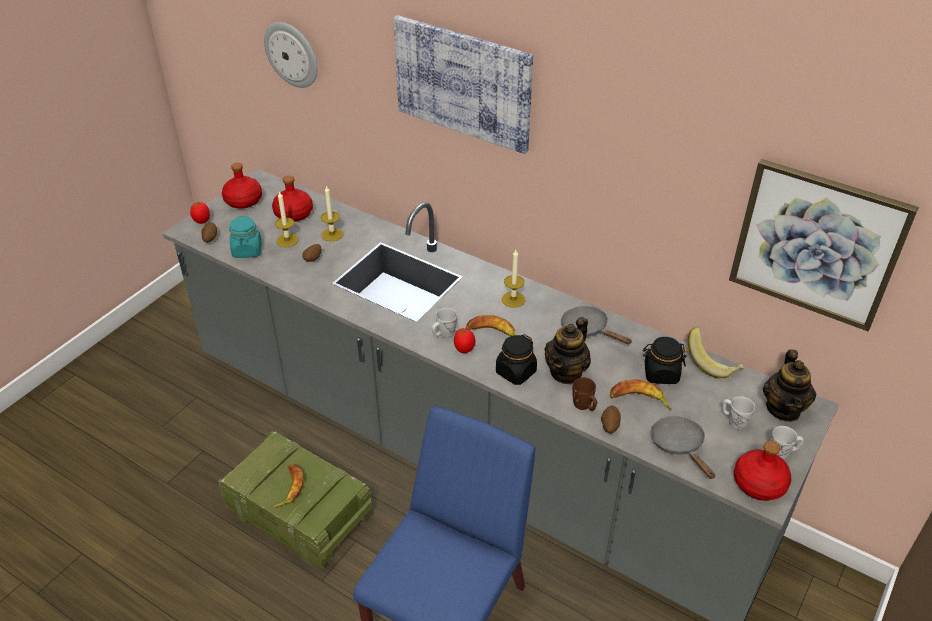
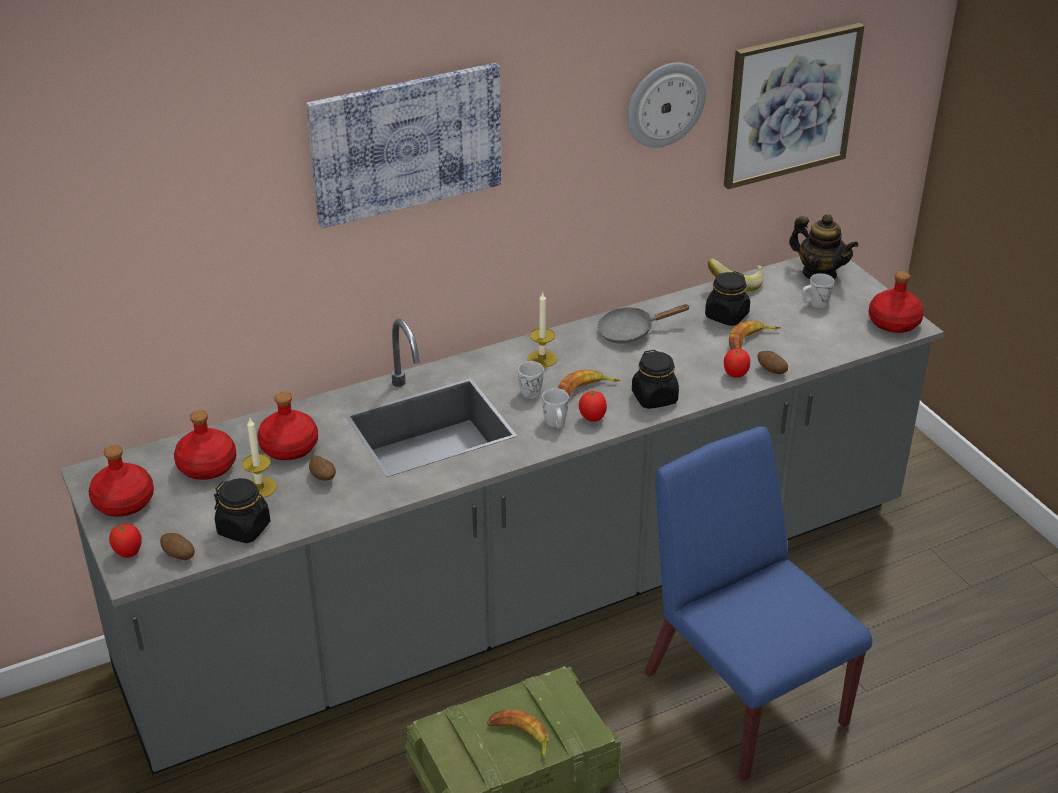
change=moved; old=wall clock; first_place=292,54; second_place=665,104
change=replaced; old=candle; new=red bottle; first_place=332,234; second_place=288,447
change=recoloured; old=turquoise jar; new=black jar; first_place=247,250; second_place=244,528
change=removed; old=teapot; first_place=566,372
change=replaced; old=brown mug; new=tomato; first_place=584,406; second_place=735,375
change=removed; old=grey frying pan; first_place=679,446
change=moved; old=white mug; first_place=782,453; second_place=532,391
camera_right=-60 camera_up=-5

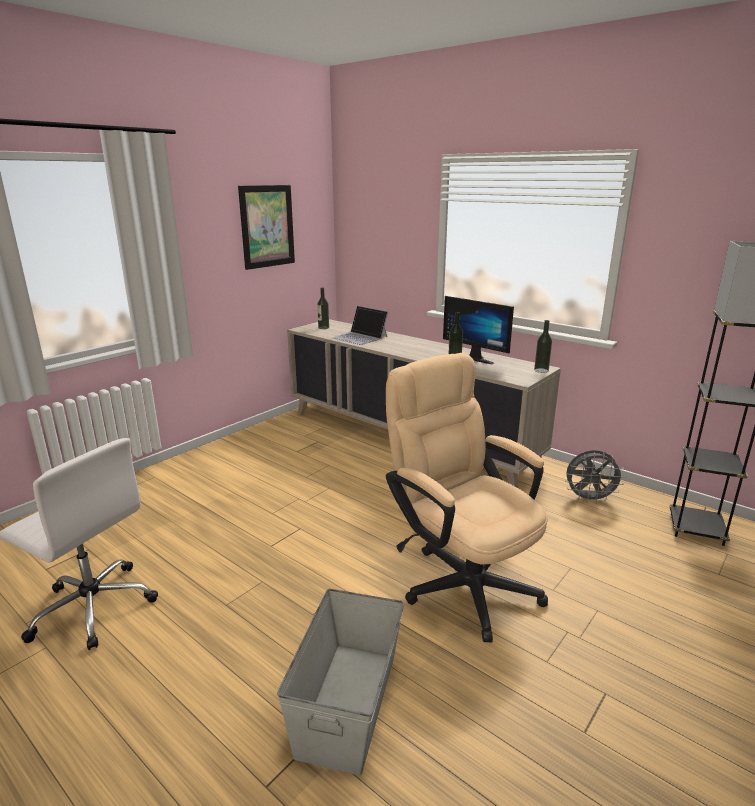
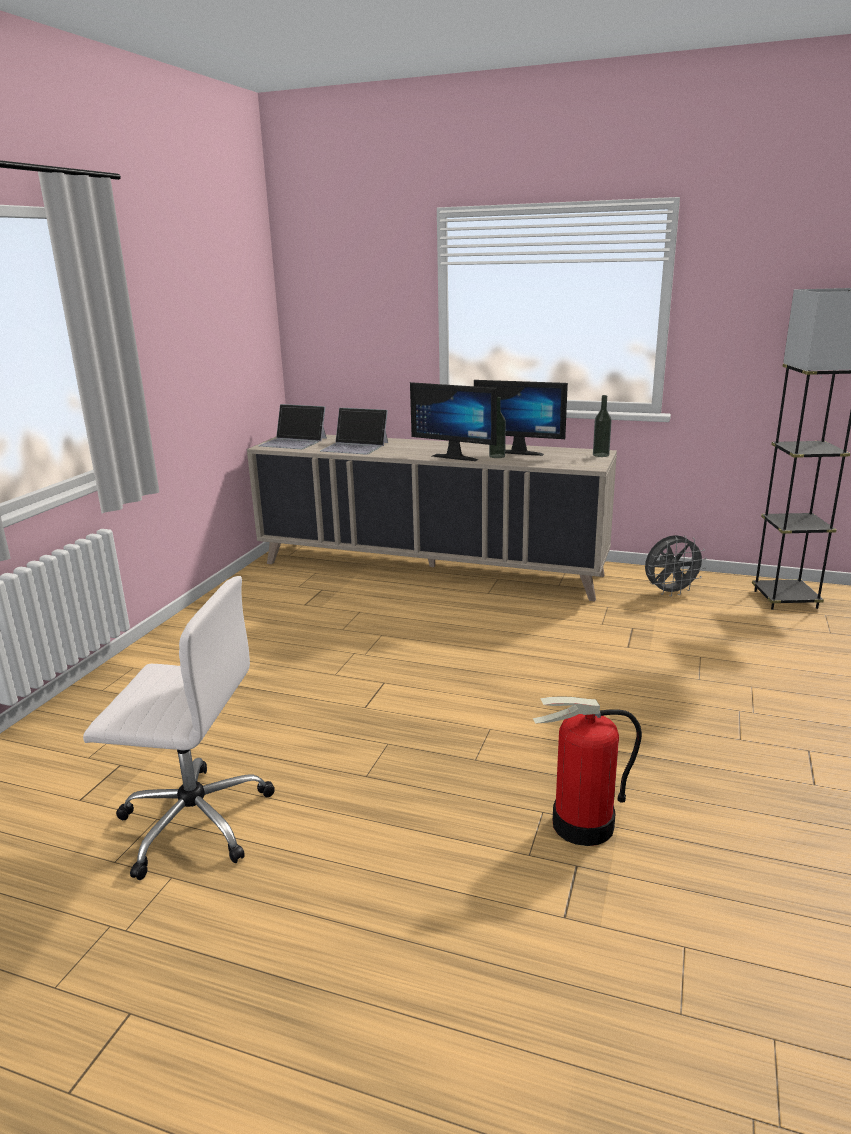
change=removed; old=picture; first_place=267,226
change=replaced; old=bottle; new=laptop; first_place=323,327; second_place=293,442
change=removed; old=beige office chair; first_place=461,580
change=replaced; old=grey storage box; new=fire extinguisher; first_place=347,703; second_place=582,825
change=added; new=monitor; second_place=457,456
camera_right=-20 camera_up=0

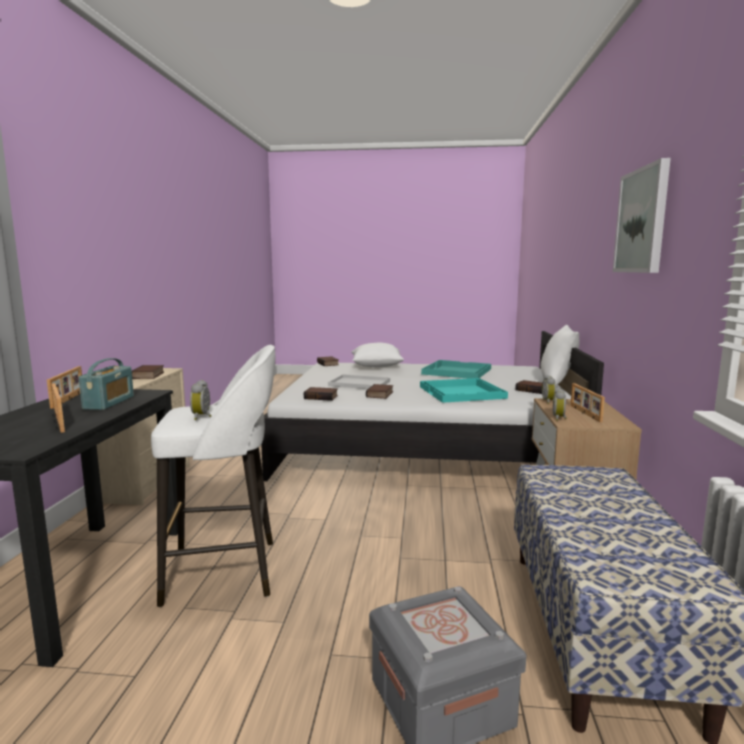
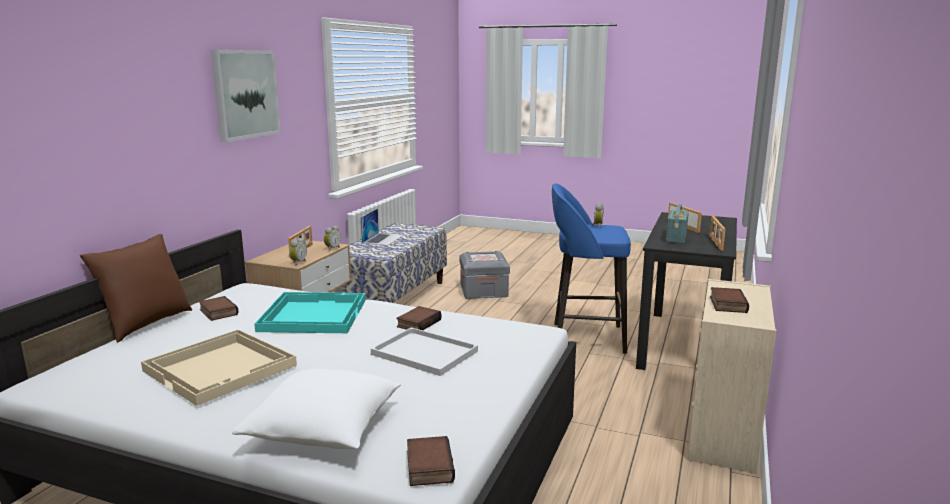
change=recoloured; old=white pillow; new=brown pillow; first_place=557,383; second_place=145,324
change=recoloured; old=white stool; new=blue stool; first_place=225,571; second_place=585,338
change=recoloured; old=turquoise tray; new=beige tray; first_place=456,371; second_place=222,368
change=removed; old=book; first_place=321,397
change=added; new=laptop; second_place=383,239
camera_right=-165 camera_up=5

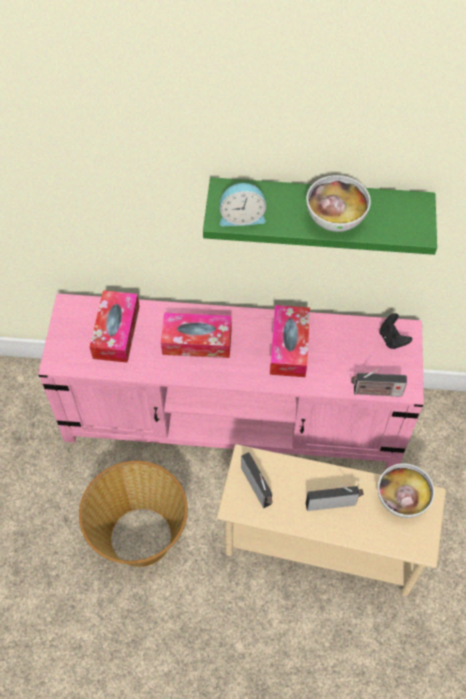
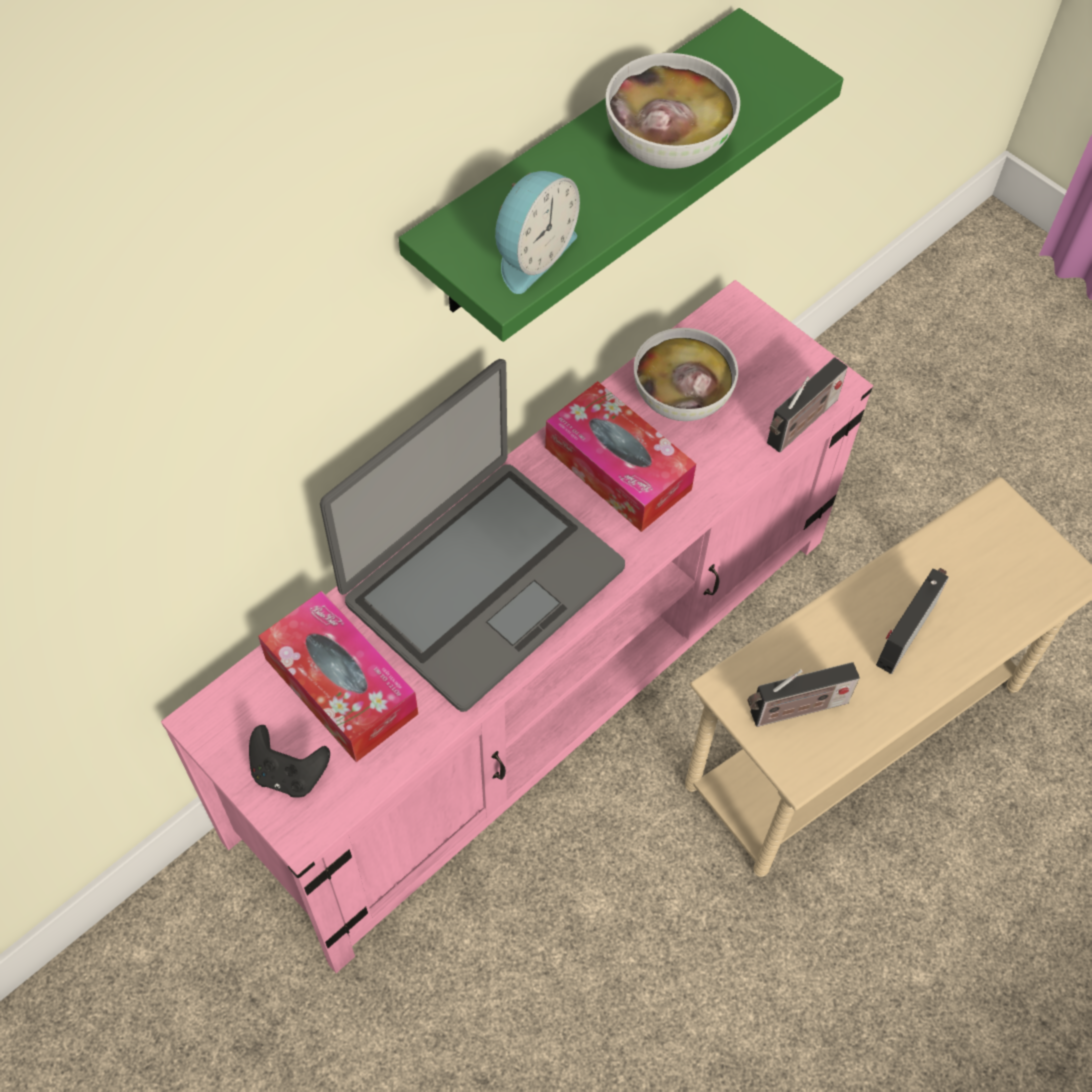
change=replaced; old=tissue box; new=laptop; first_place=197,341; second_place=481,582
change=moved; old=black game controller; first_place=392,338; second_place=289,773
change=turned; old=radio; first_place=257,487; second_place=795,710; degrees=150
change=removed; old=basket; first_place=140,536
change=moved; old=bowl; first_place=401,499; second_place=680,399
camera_right=-50 camera_up=0

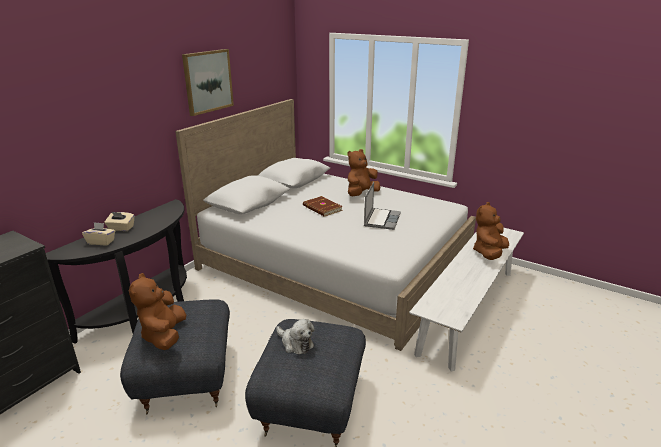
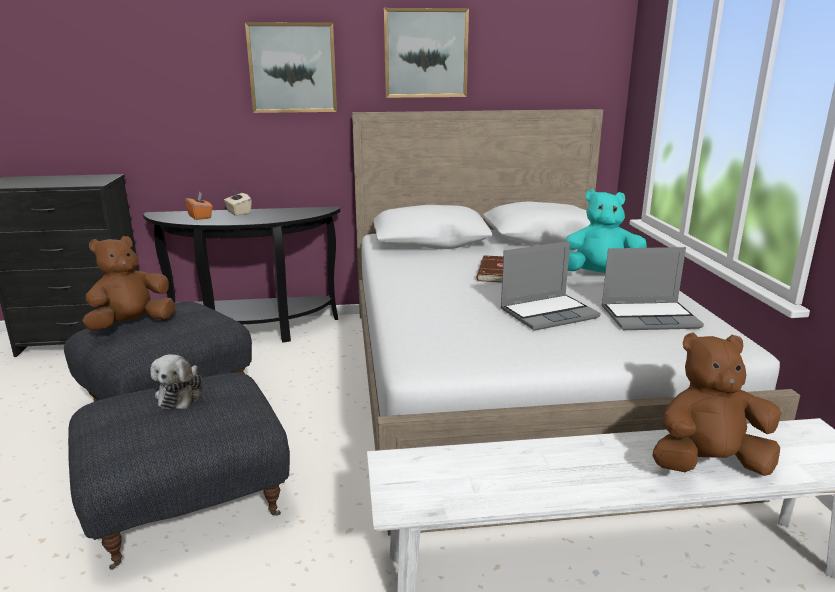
change=recoloured; old=brown plush toy; new=turquoise plush toy; first_place=361,194; second_place=599,277
change=recoloured; old=beige tissue box; new=orange tissue box; first_place=101,242; second_place=200,217
change=added; new=picture; second_place=292,68
change=added; new=laptop; second_place=650,317
camera_right=50 camera_up=-5

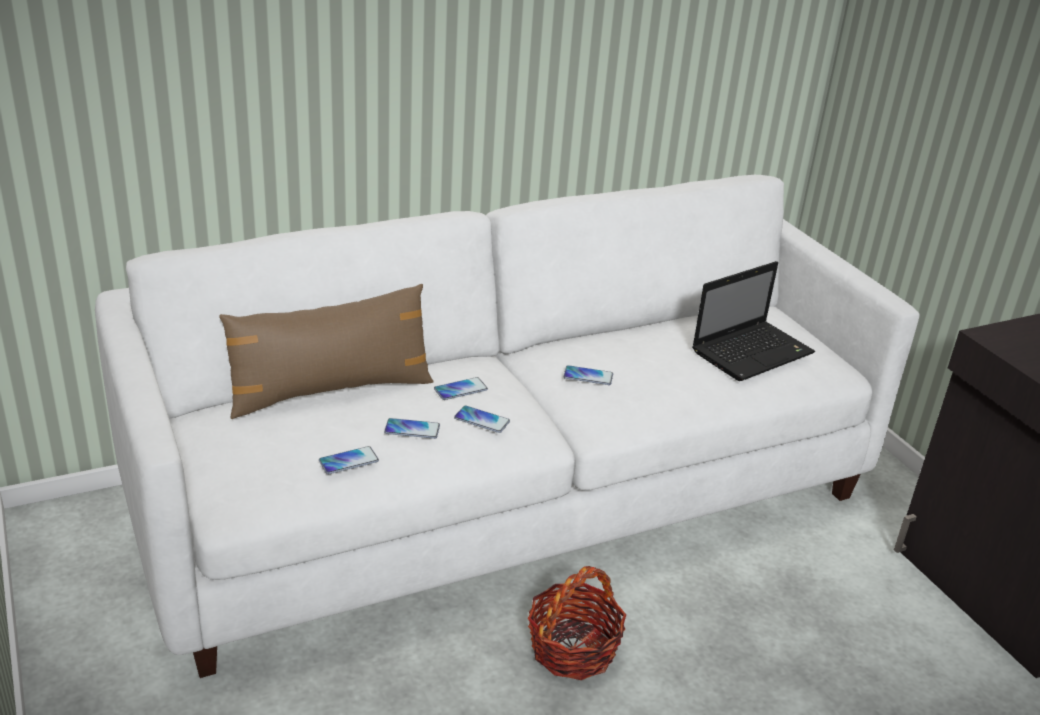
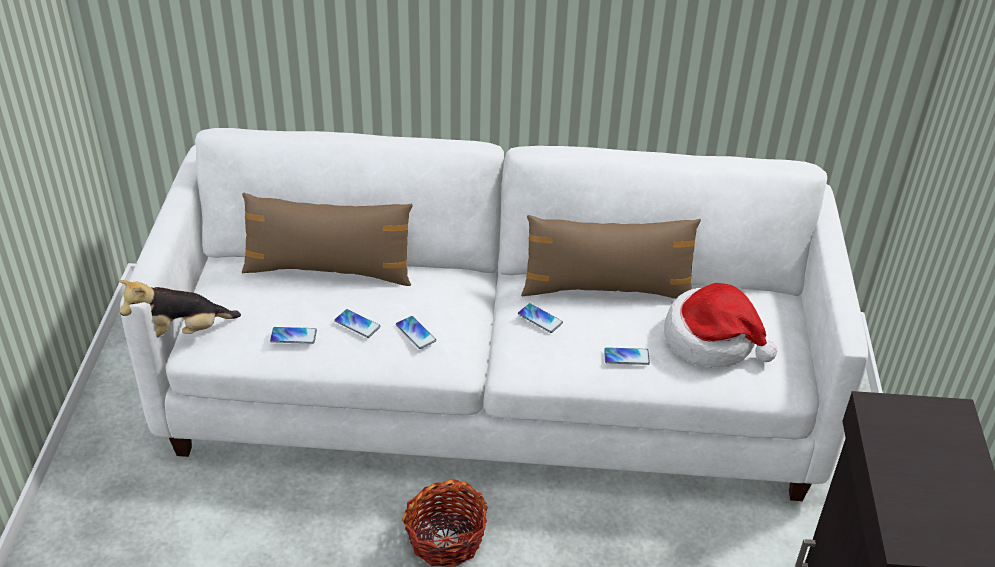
change=replaced; old=laptop; new=hat; first_place=753,352; second_place=712,340
change=moved; old=phone; first_place=460,389; second_place=626,357
change=added; new=brown pillow; second_place=606,288
change=added; new=plush toy; second_place=182,334
camera_right=30 camera_up=10

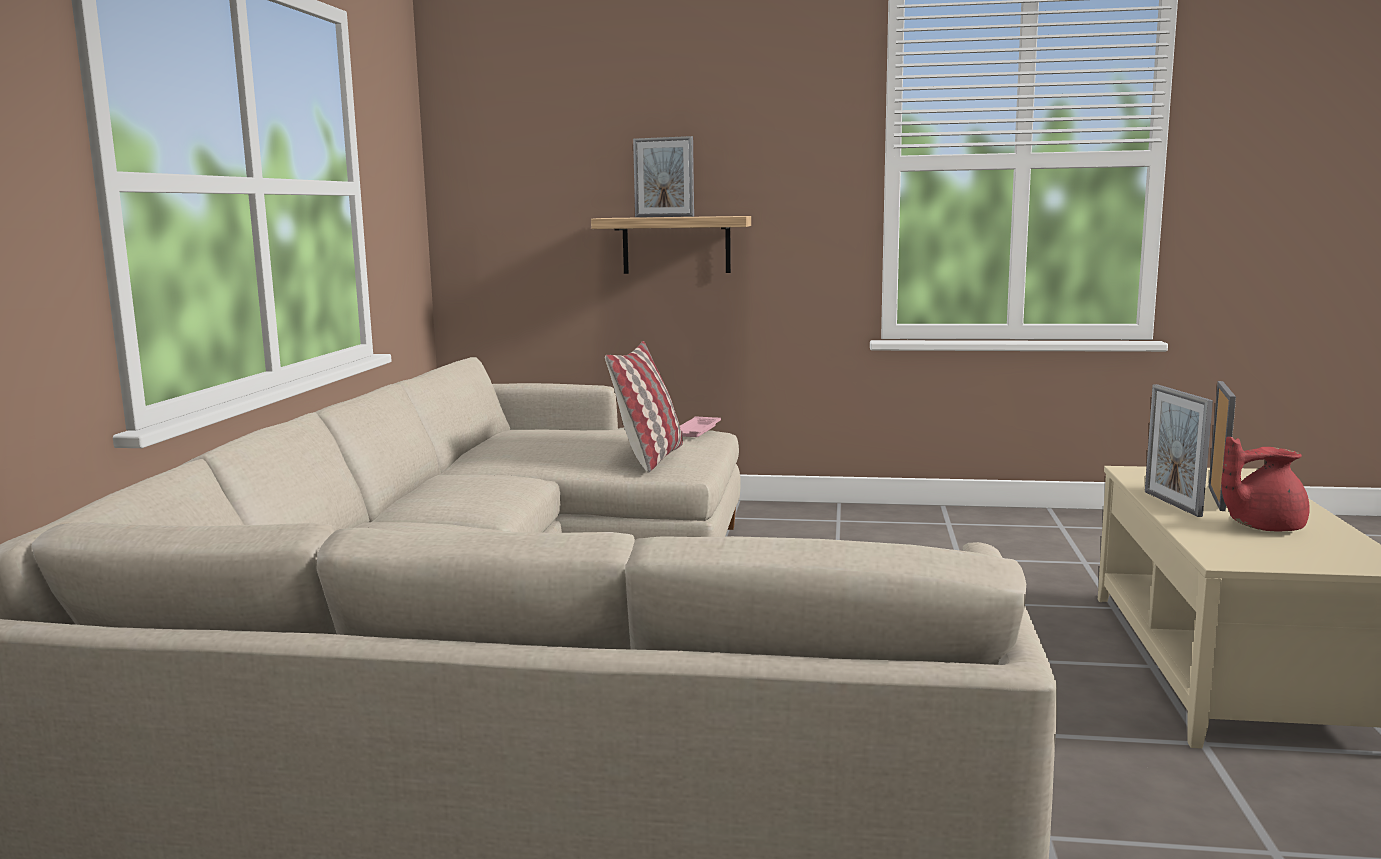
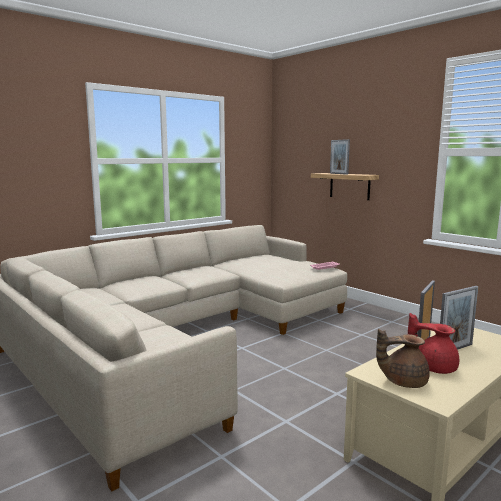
change=removed; old=pillow; first_place=650,458
change=added; new=brown teapot; second_place=403,381
camera_right=40 camera_up=0

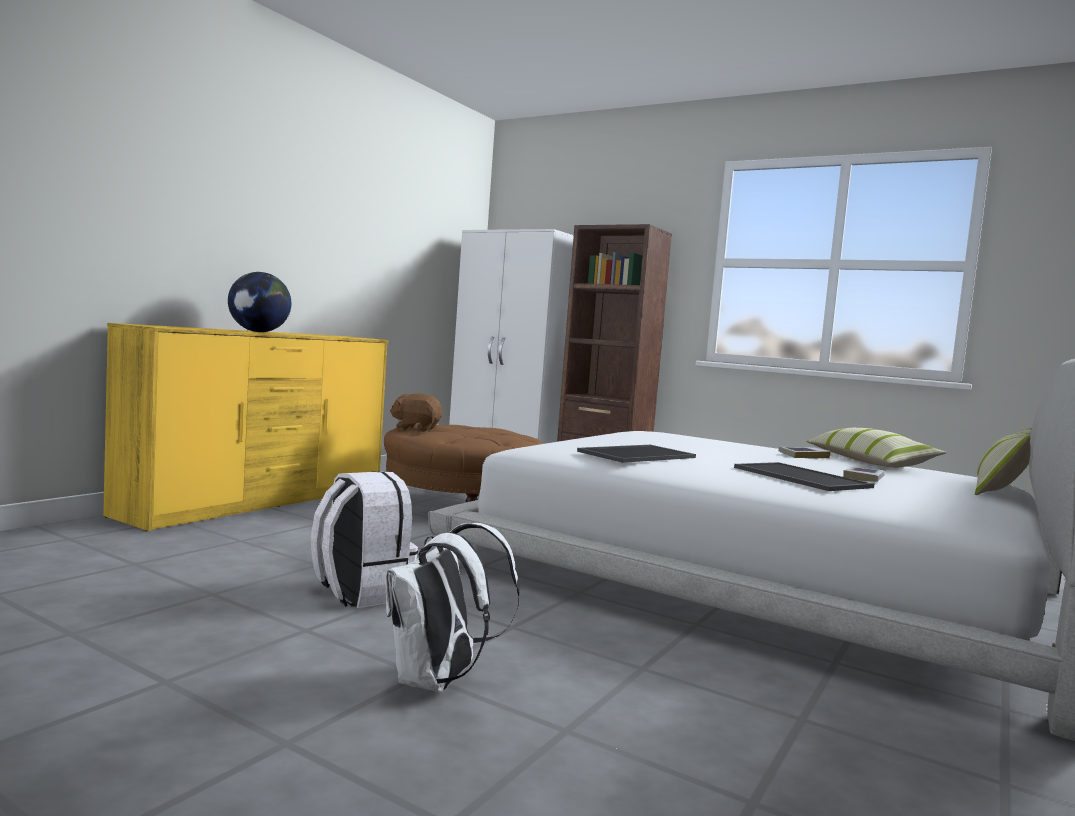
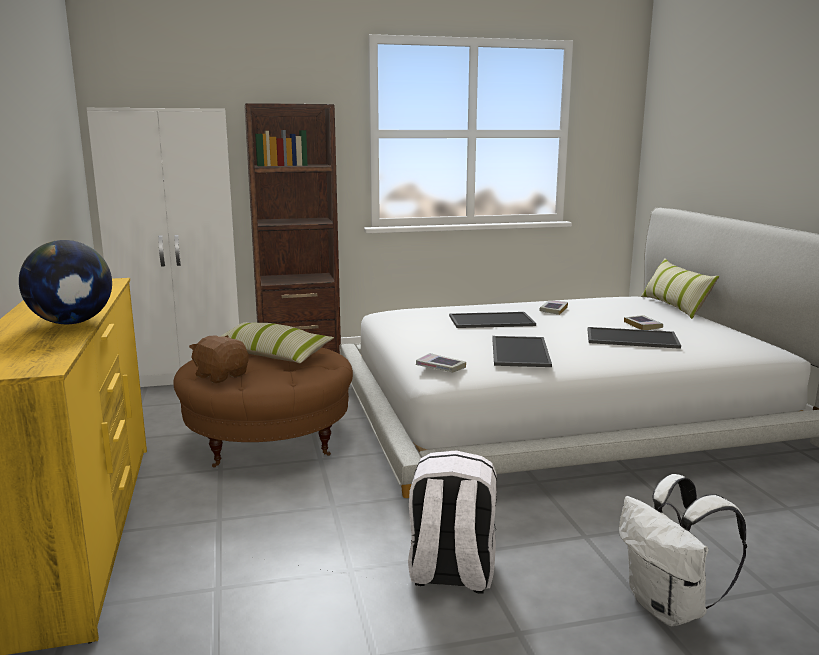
change=turned; old=brown plush toy; first_place=416,429; second_place=221,376; degrees=75
change=moved; old=pillow; first_place=869,462; second_place=271,355
change=added; new=tray; second_place=491,321
change=added; new=book; second_place=440,367
camera_right=-45 camera_up=10

